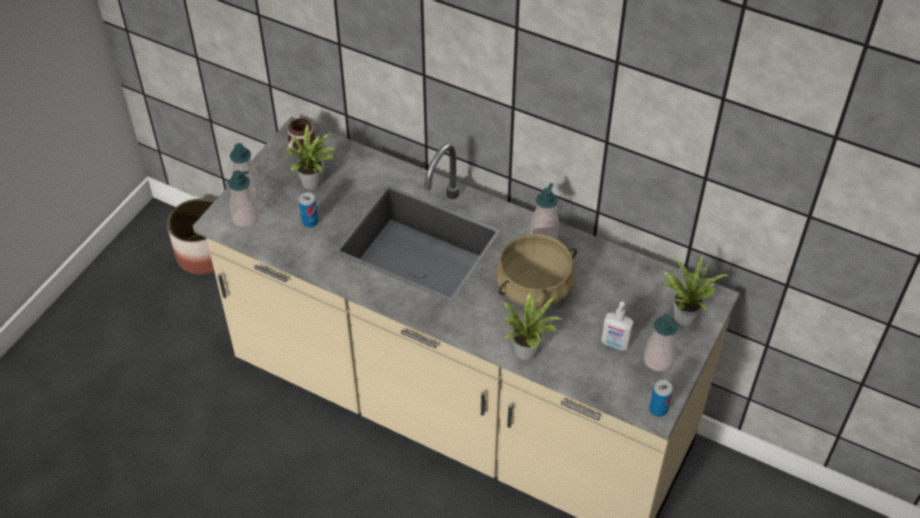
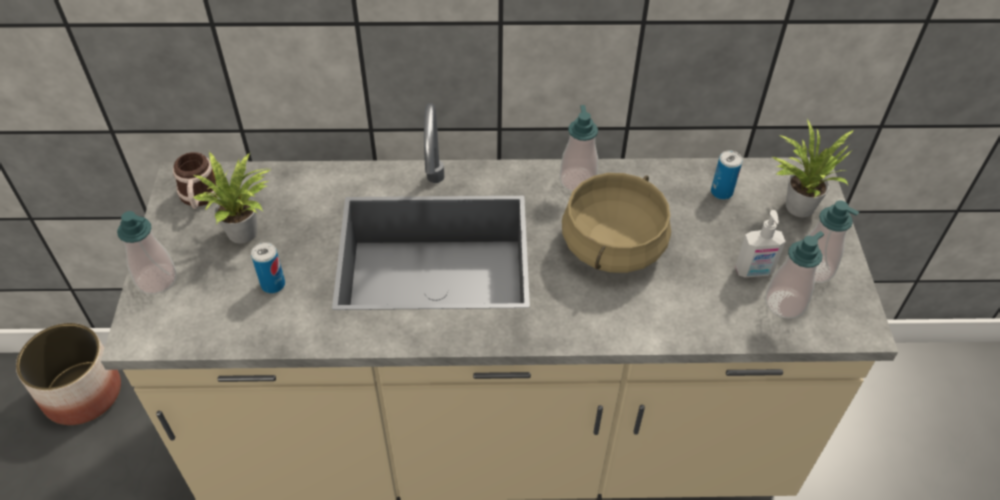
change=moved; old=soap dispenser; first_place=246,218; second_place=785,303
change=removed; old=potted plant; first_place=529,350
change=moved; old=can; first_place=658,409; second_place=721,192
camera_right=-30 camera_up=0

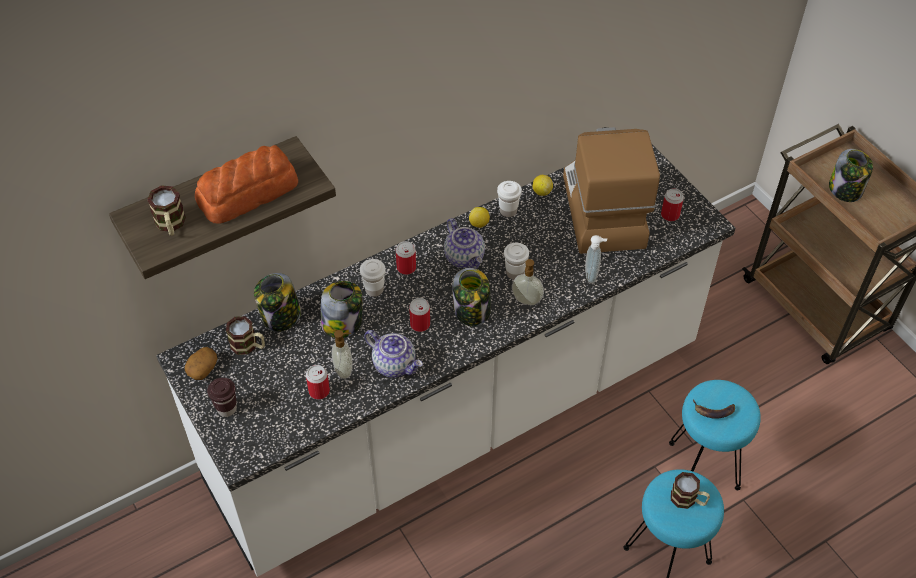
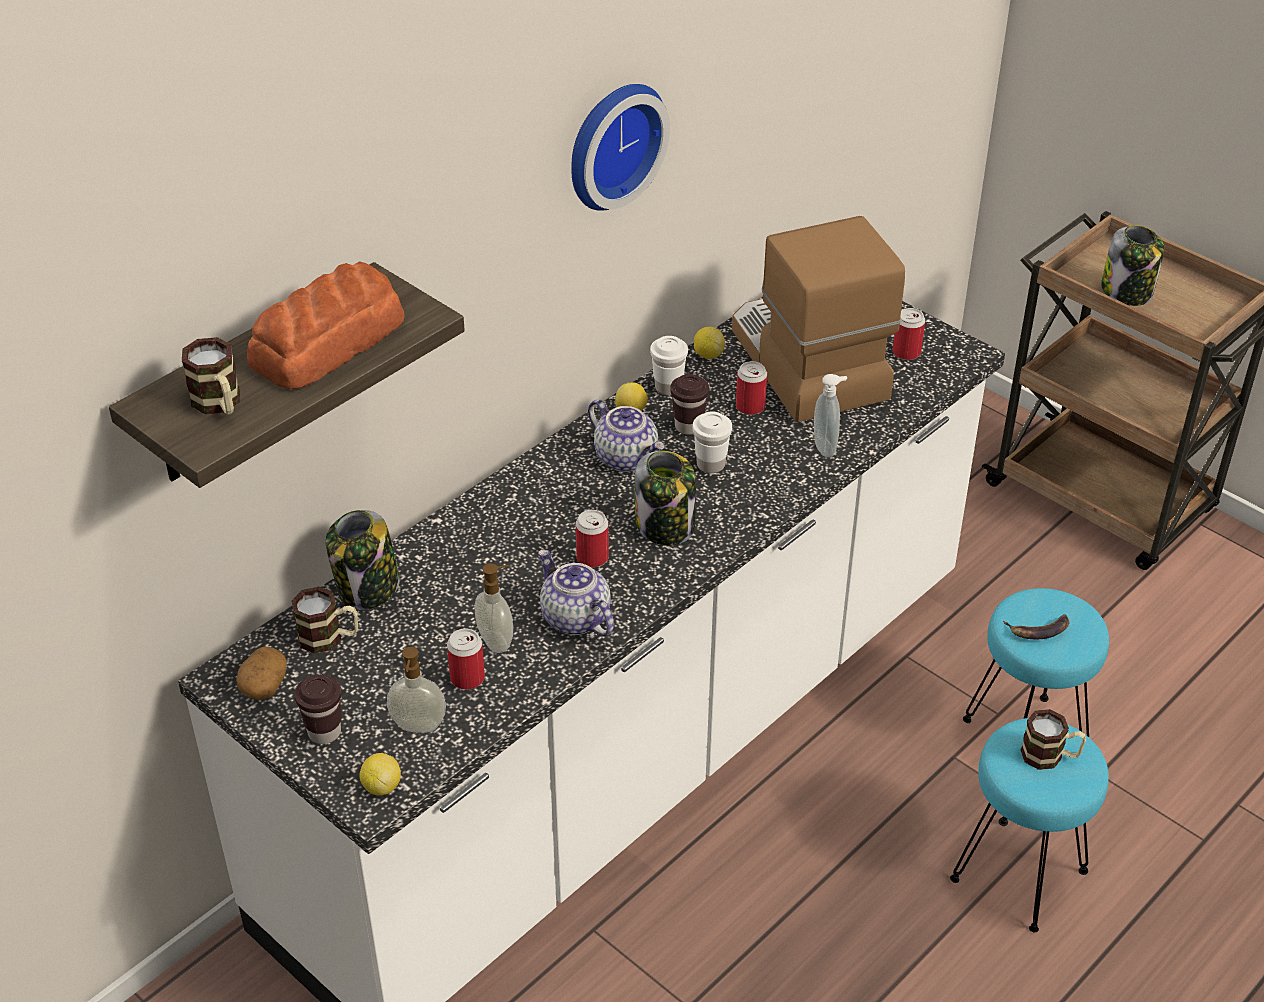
change=moved; old=can; first_place=406,268; second_place=750,407
change=removed; old=white cup; first_place=374,289
change=moved; old=soap dispenser; first_place=526,301; second_place=418,726
change=removed; old=jar; first_place=343,323
change=turned; old=teapot; first_place=395,364; second_place=574,618; degrees=-150
change=added; new=wall clock; second_place=610,143
change=added; new=brown cup; second_place=688,426
change=added; new=lemon; second_place=381,786
camera_right=-15 camera_up=-10

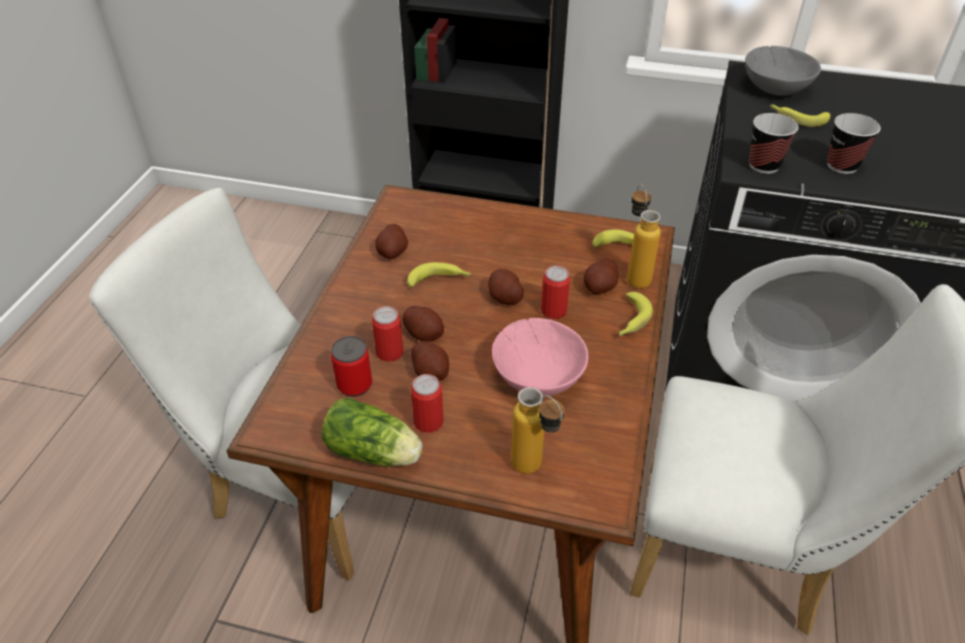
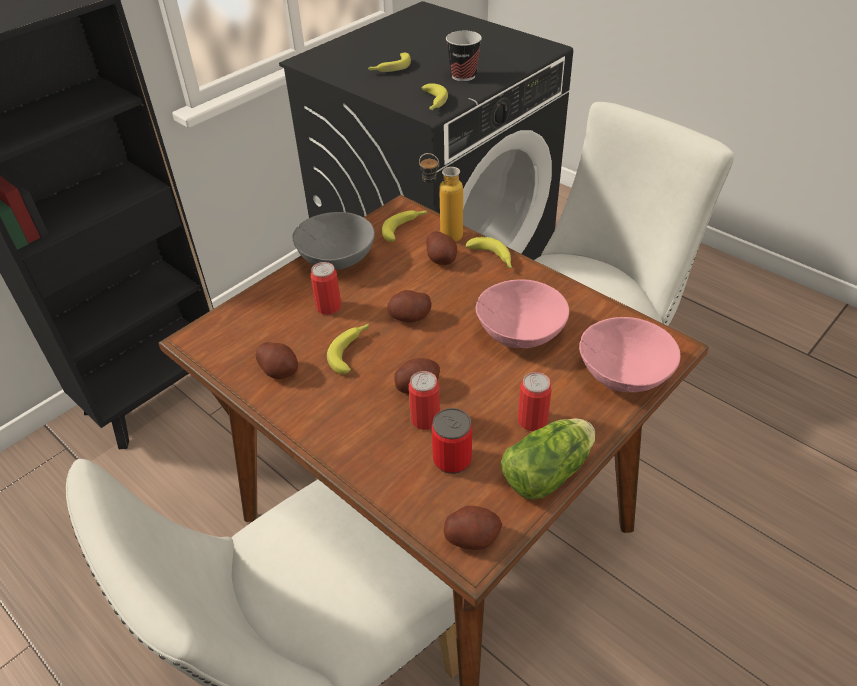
change=moved; old=grey bowl; first_place=776,87; second_place=336,257
change=replaced; old=cup; new=banana; first_place=763,165; second_place=433,103
change=moved; old=can; first_place=553,310; second_place=328,307
change=moved; old=potato; first_place=431,372; second_place=472,537
change=replaced; old=bottle; new=pink bowl; first_place=534,471; second_place=623,373
camera_right=-60 camera_up=0

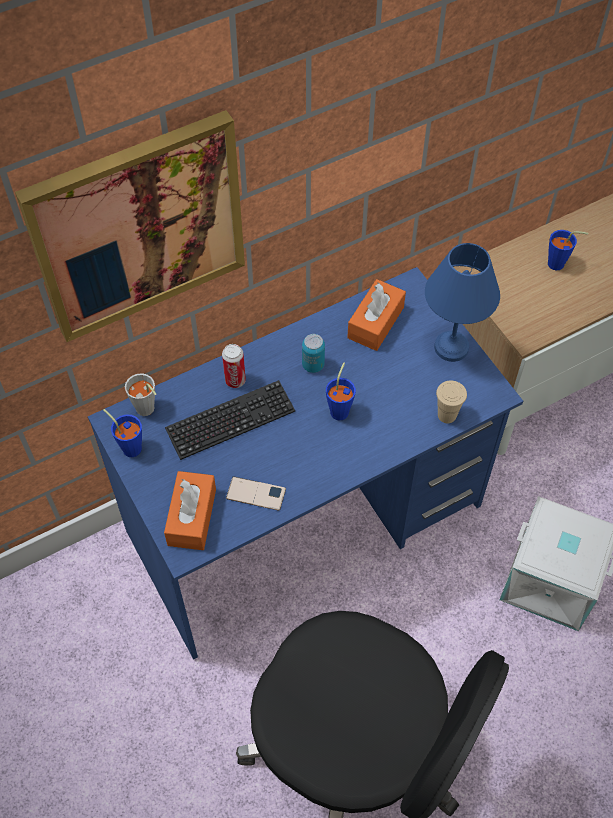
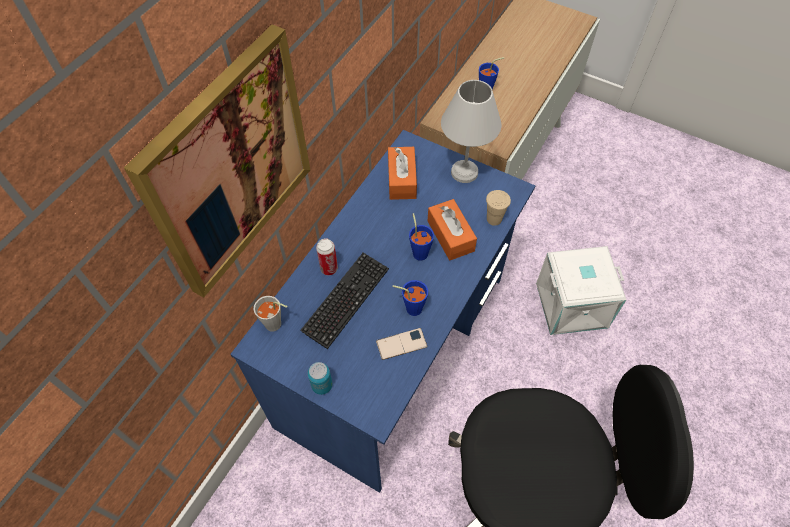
change=recoloured; old=blue table lamp; new=white table lamp; first_place=452,346; second_place=464,171
change=moved; old=can; first_place=313,365; second_place=322,385
change=moved; old=blue cup; first_place=129,446; second_place=410,308
change=moved; old=orange tissue box; first_place=192,517; second_place=450,236
camera_right=-30 camera_up=0

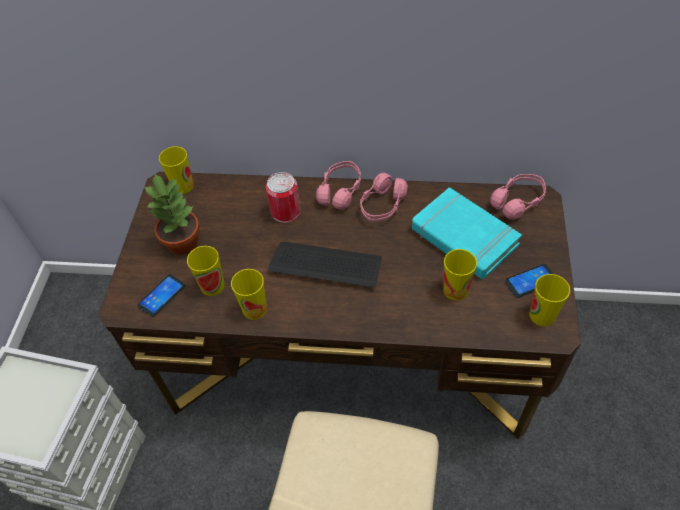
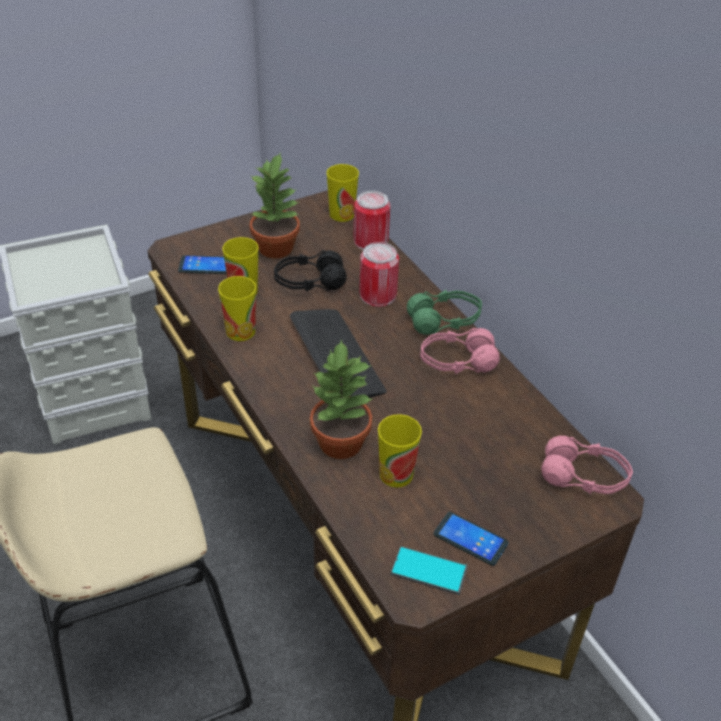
change=recoloured; old=pink headphones; new=green headphones; first_place=340,191; second_place=444,321
change=removed; old=turquoise book; first_place=463,238
change=replaced; old=cup; new=phone; first_place=542,315; second_place=429,571
change=added; new=can; second_place=370,241
change=added; new=black headphones; second_place=309,282
change=added; new=potted plant; second_place=340,444
camera_right=50 camera_up=-10

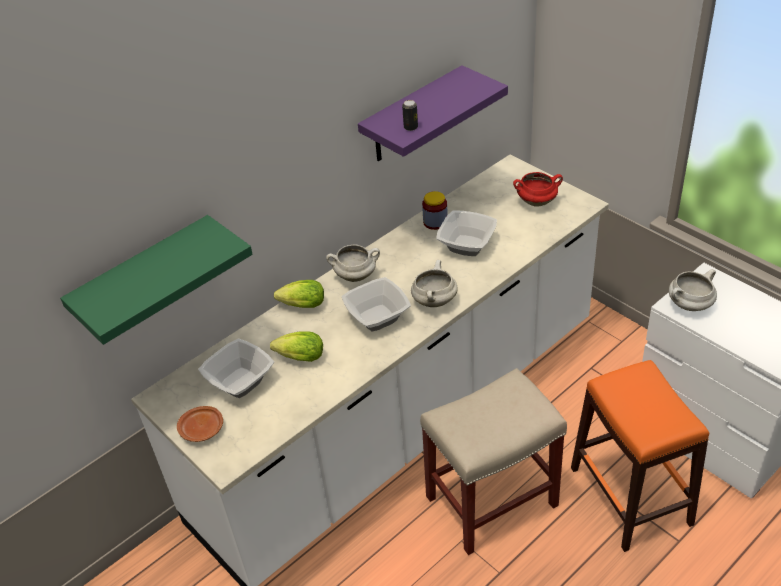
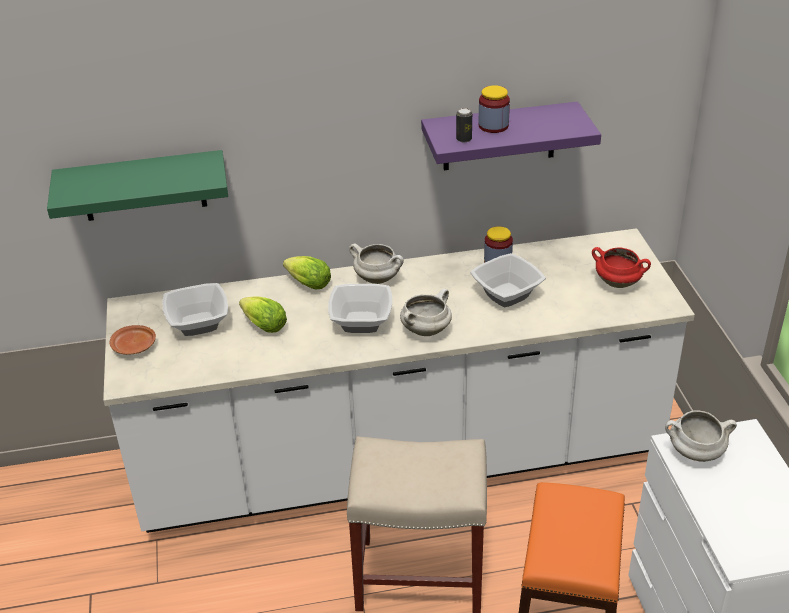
change=added; new=jar; second_place=493,126
camera_right=30 camera_up=-5

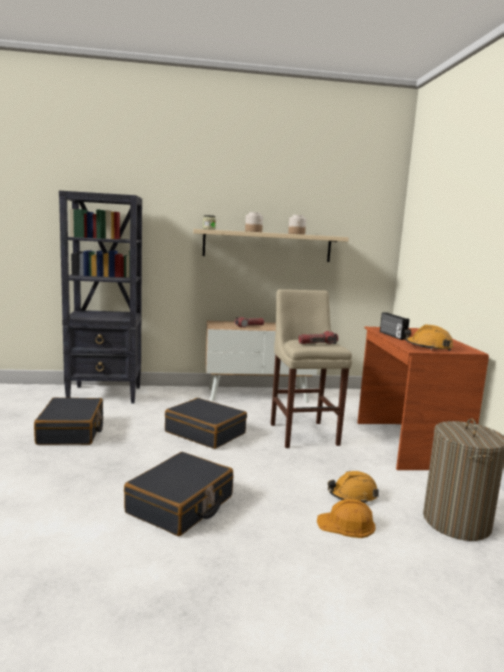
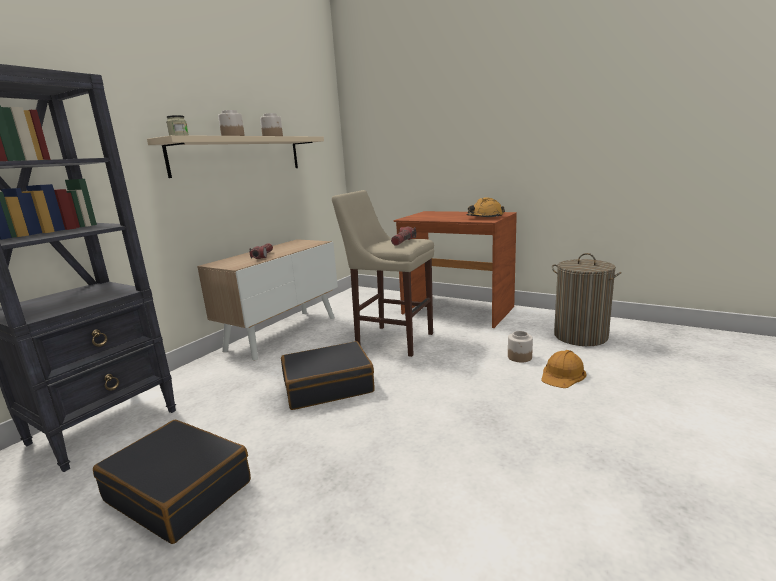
change=removed; old=radio; first_place=392,335
change=removed; old=black suitcase; first_place=181,505
change=replaced; old=orange hard hat; new=jar; first_place=352,495; second_place=520,357
camera_right=-50 camera_up=5

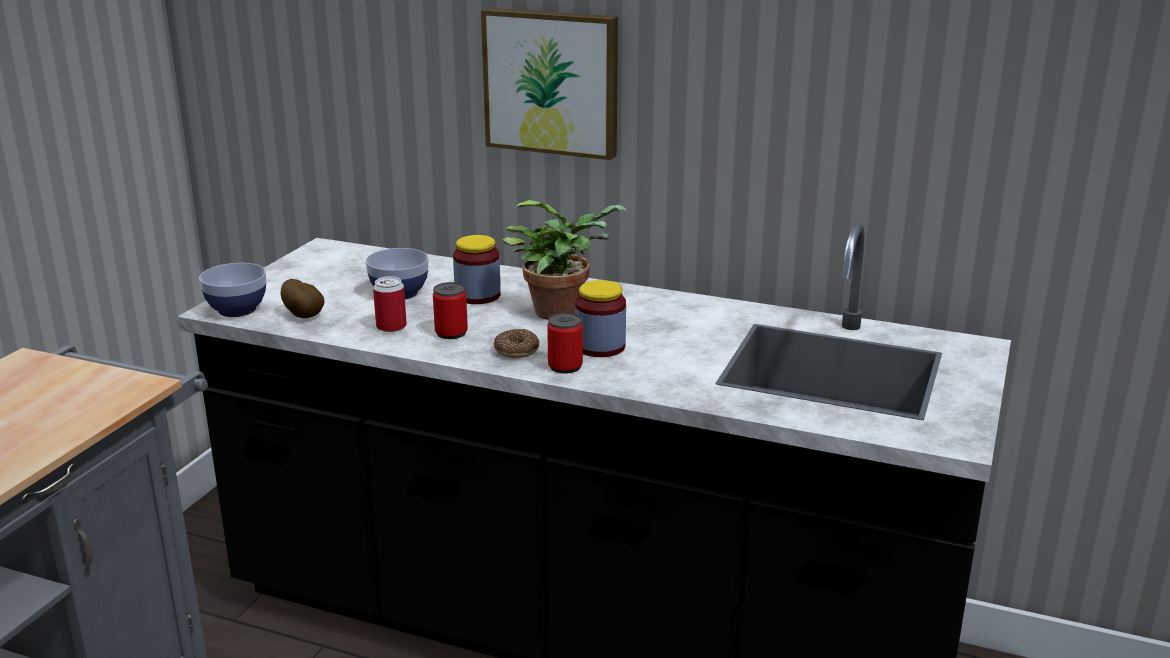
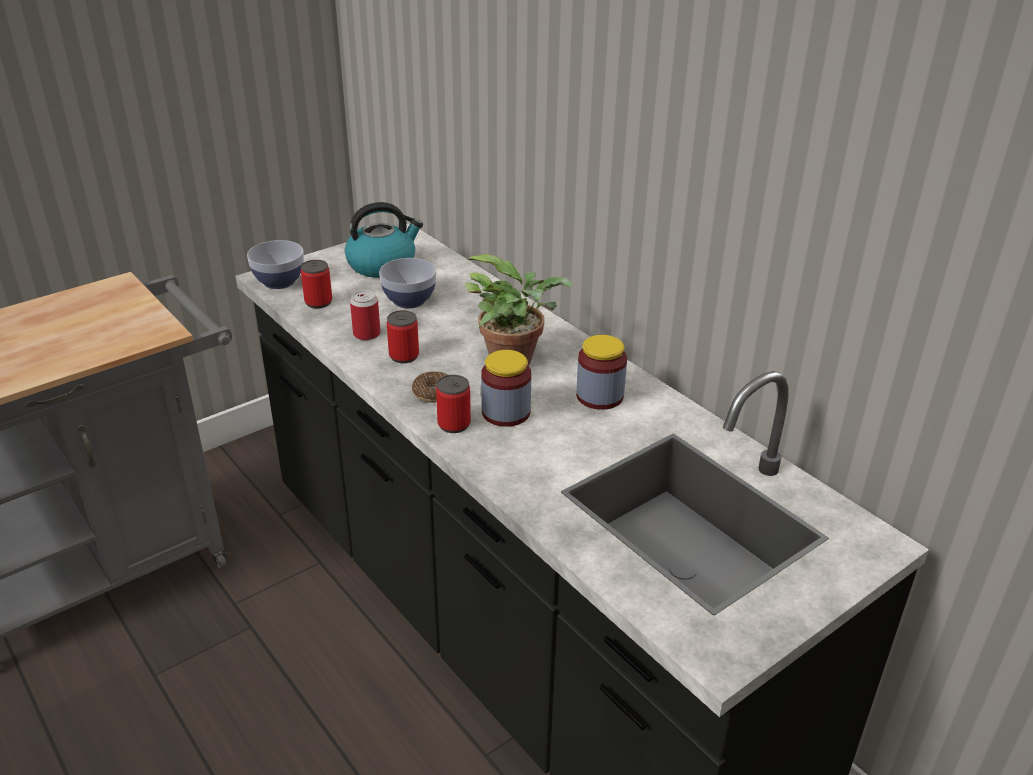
change=removed; old=picture; first_place=552,82
change=moved; old=jar; first_place=477,295; second_place=599,396
change=replaced; old=potato; new=can; first_place=305,315; second_place=318,302
change=added; new=kettle; second_place=382,264
camera_right=30 camera_up=10

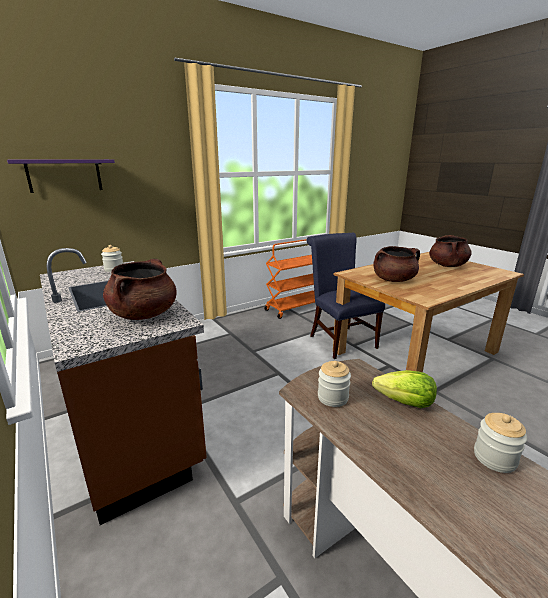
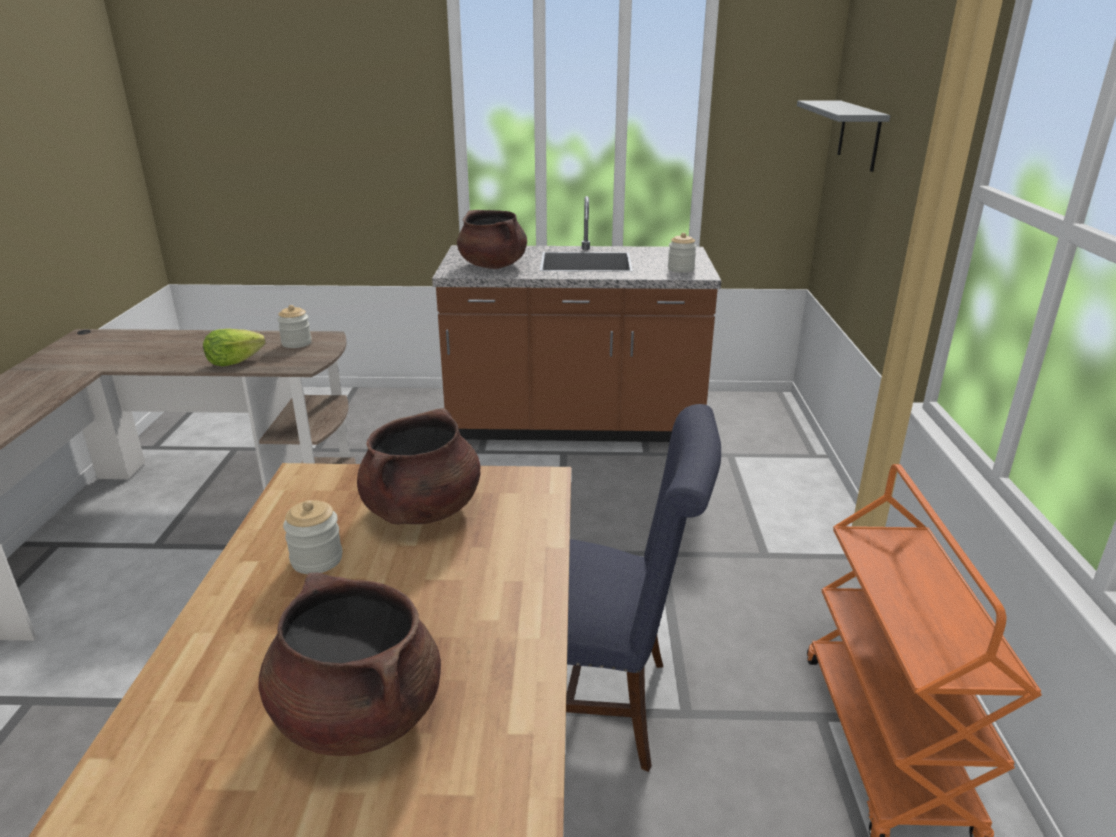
change=recoloured; old=purple shelf; new=grey shelf; first_place=64,175; second_place=859,135
change=moved; old=jar; first_place=494,458; second_place=317,559
camera_right=125 camera_up=5

